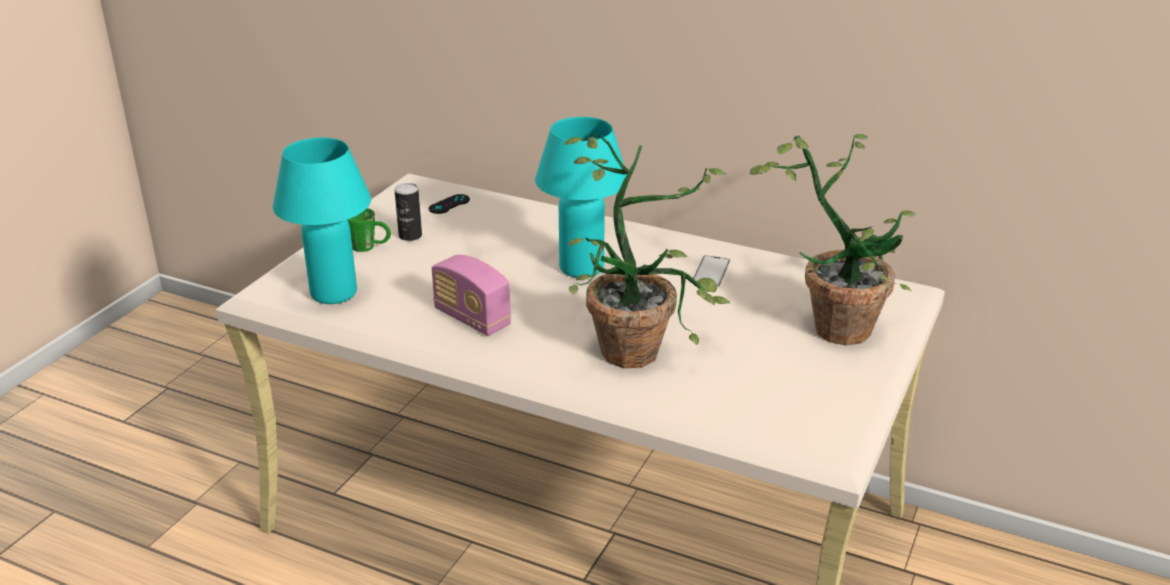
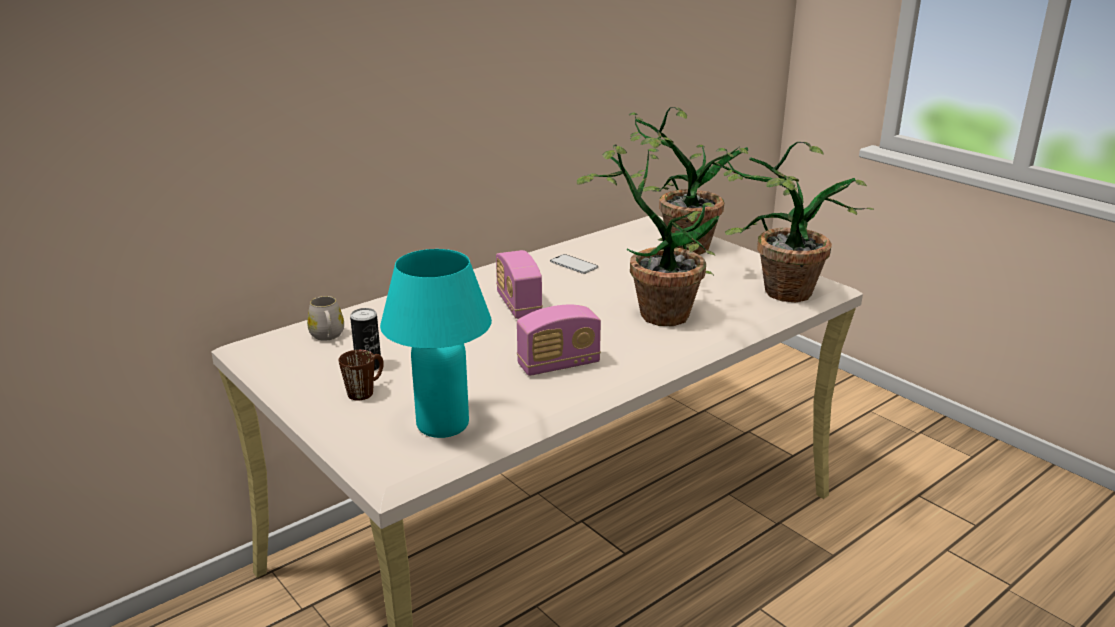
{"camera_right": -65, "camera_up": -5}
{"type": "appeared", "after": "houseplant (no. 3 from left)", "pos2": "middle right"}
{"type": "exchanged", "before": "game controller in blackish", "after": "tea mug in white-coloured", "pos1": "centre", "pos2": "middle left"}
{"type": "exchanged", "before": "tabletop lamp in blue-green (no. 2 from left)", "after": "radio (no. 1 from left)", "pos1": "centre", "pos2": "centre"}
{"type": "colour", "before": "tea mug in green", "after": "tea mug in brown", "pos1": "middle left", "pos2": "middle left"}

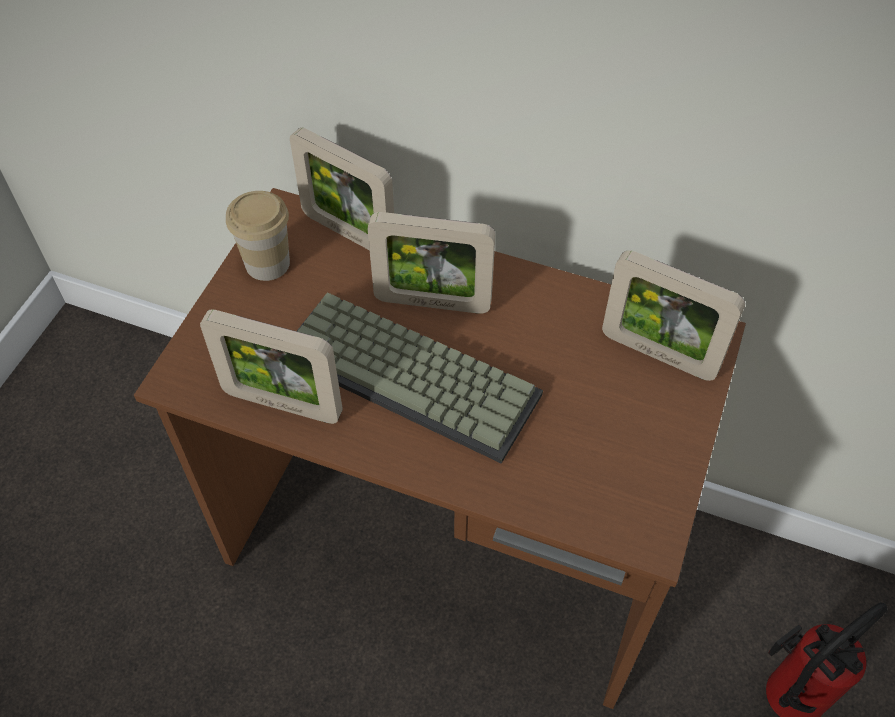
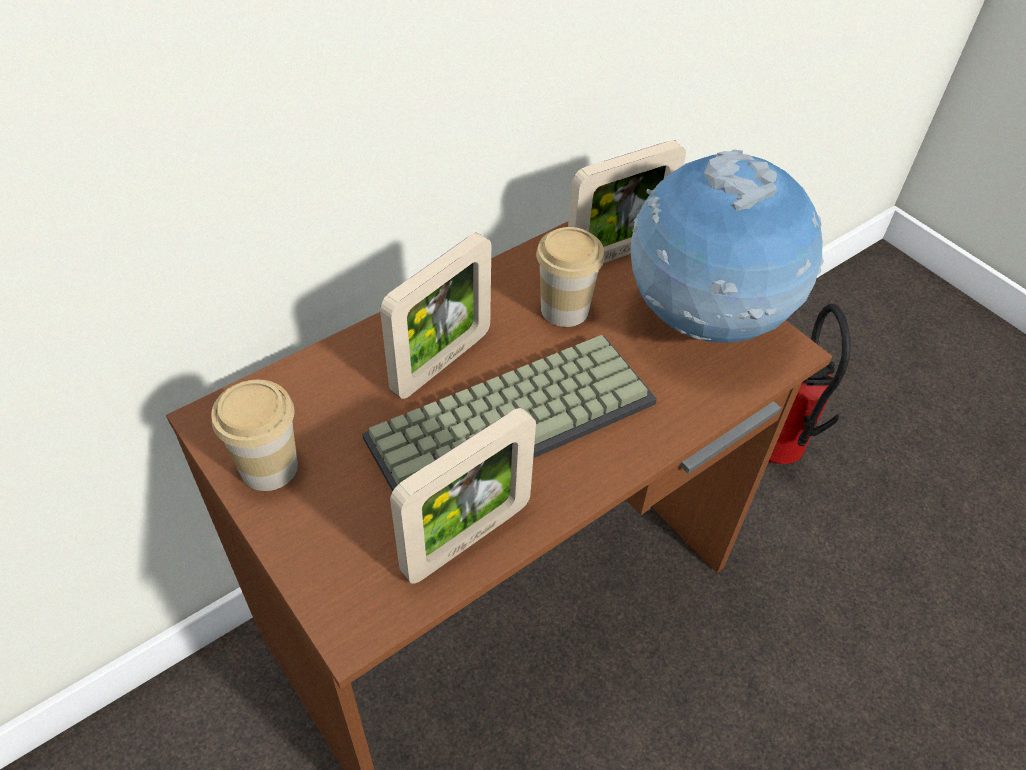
{"camera_right": -60, "camera_up": -5}
{"type": "missing", "before": "standing frame (no. 2 from left)", "pos1": "top centre"}
{"type": "appeared", "after": "cup (no. 2 from left)", "pos2": "centre"}
{"type": "appeared", "after": "world globe", "pos2": "top right"}

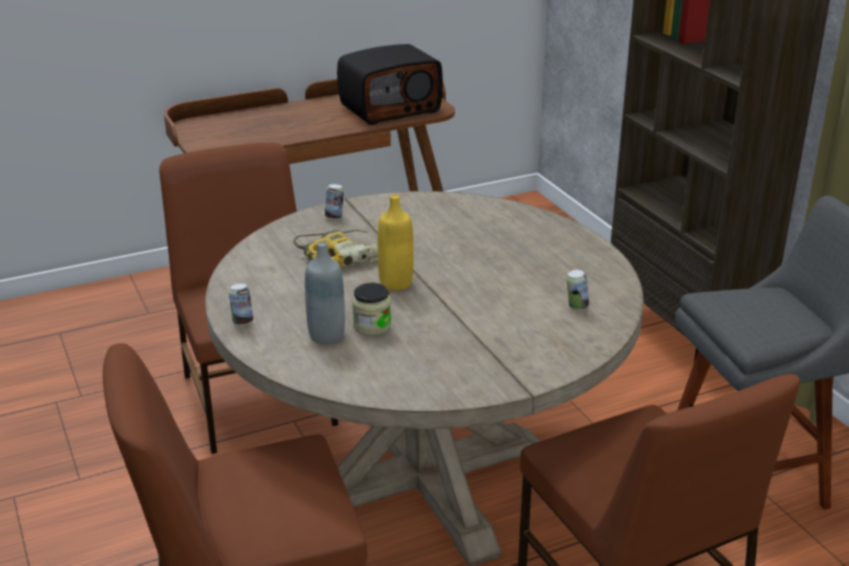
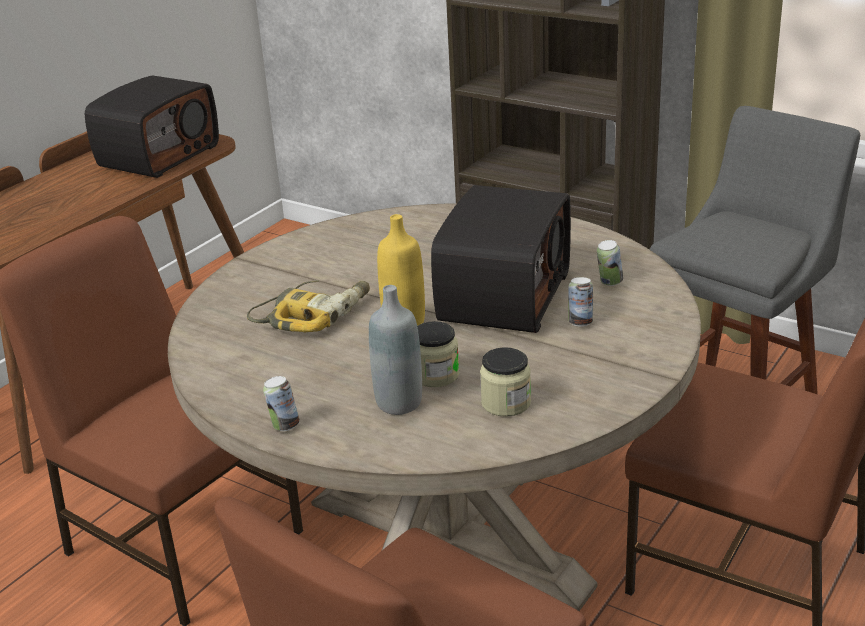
{"camera_right": -30, "camera_up": 0}
{"type": "appeared", "after": "radio (no. 2 from left)", "pos2": "centre"}
{"type": "appeared", "after": "storage jar (no. 2 from left)", "pos2": "centre"}
{"type": "relocated", "before": "can (no. 2 from left)", "pos1": "centre", "pos2": "middle right"}

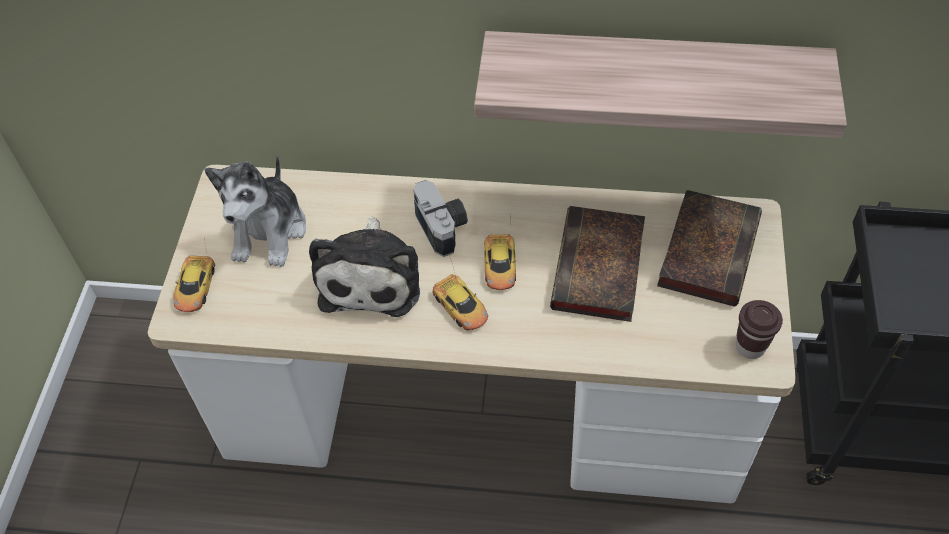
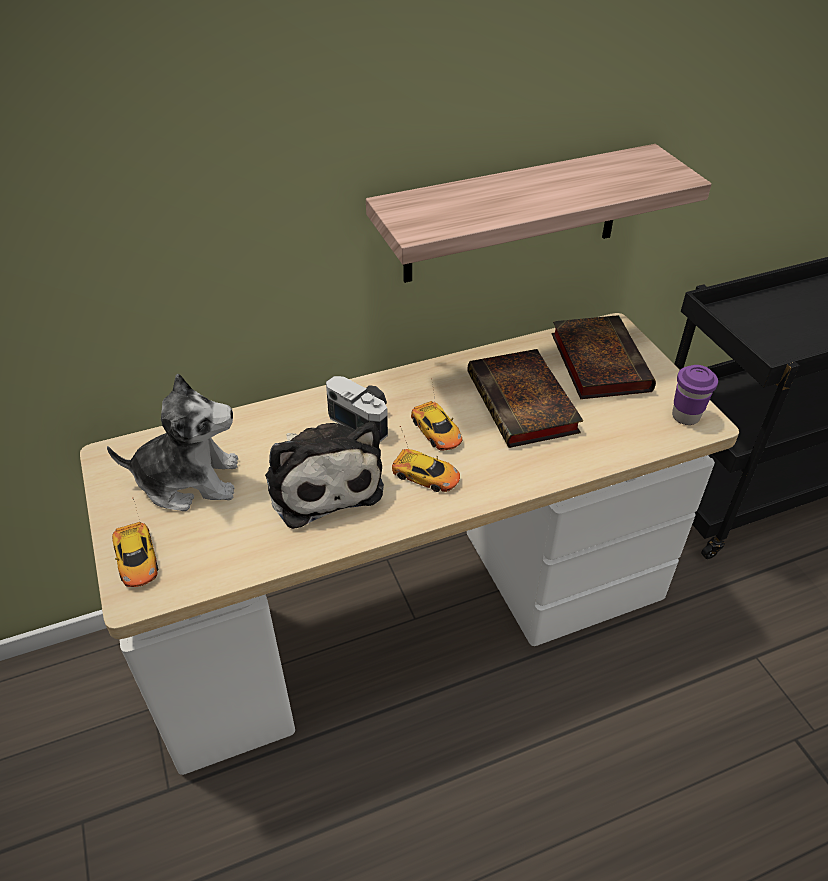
{"camera_right": -30, "camera_up": -10}
{"type": "colour", "before": "cup in brown", "after": "cup in purple-coloured", "pos1": "middle right", "pos2": "middle right"}
{"type": "spun", "before": "plush toy (no. 1 from left)", "pos1": "middle left", "pos2": "middle left", "turn": -75}

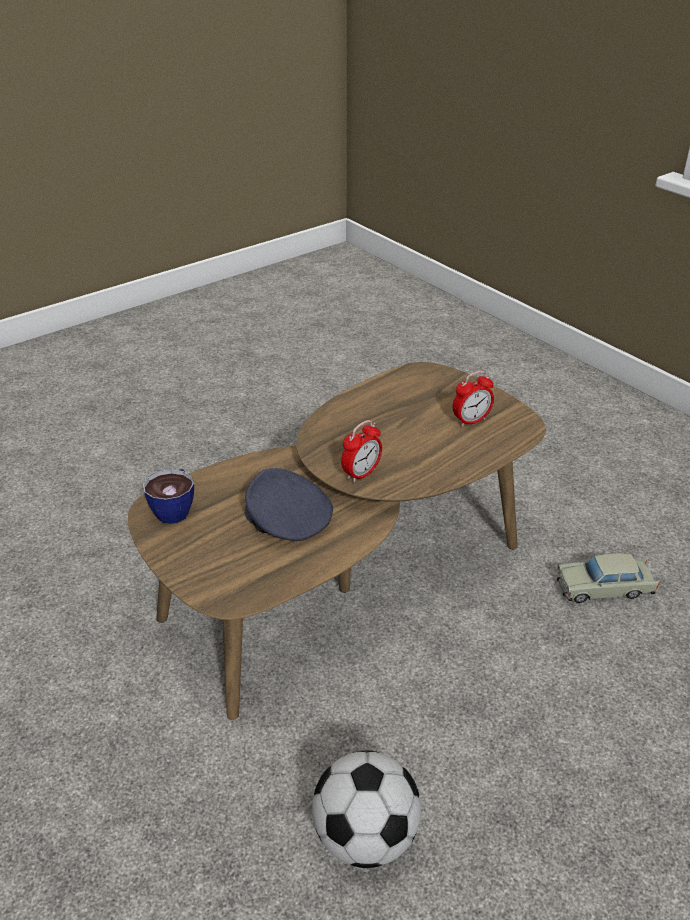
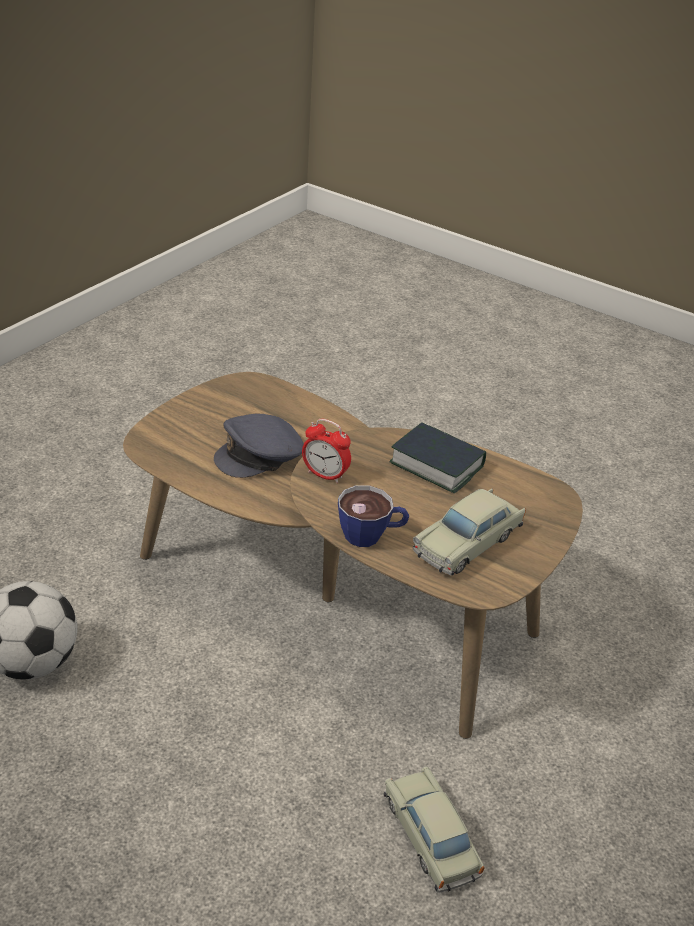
{"camera_right": 70, "camera_up": 0}
{"type": "appeared", "after": "book", "pos2": "centre"}
{"type": "relocated", "before": "cup", "pos1": "middle left", "pos2": "centre"}
{"type": "exchanged", "before": "alarm clock (no. 2 from left)", "after": "toy car in beige (no. 2 from left)", "pos1": "middle right", "pos2": "middle right"}
{"type": "spun", "before": "peaked cap in gray", "pos1": "centre", "pos2": "centre", "turn": -150}

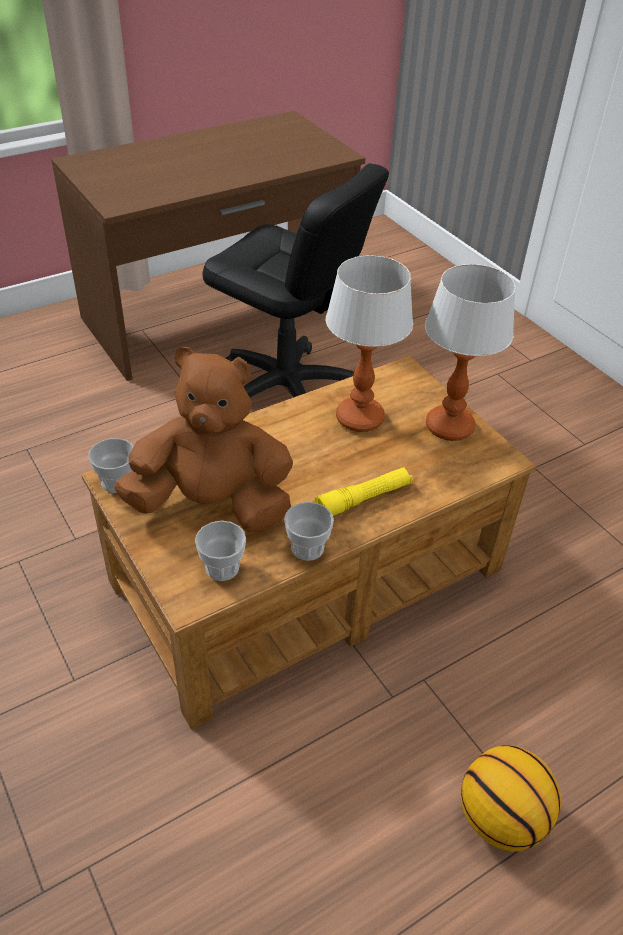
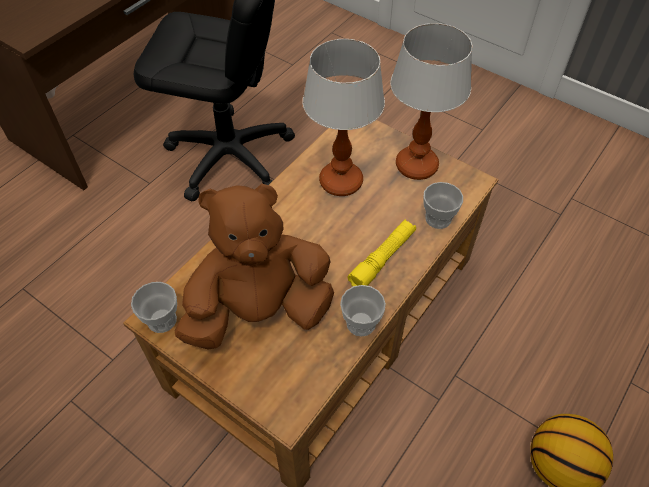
{"camera_right": -20, "camera_up": 10}
{"type": "relocated", "before": "cup (no. 2 from left in the first image)", "after": "cup (no. 3 from left)", "pos1": "centre", "pos2": "middle right"}

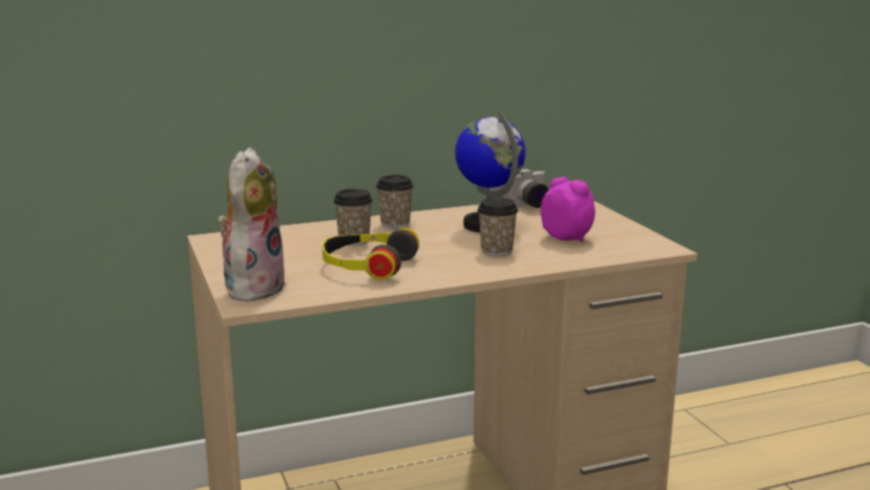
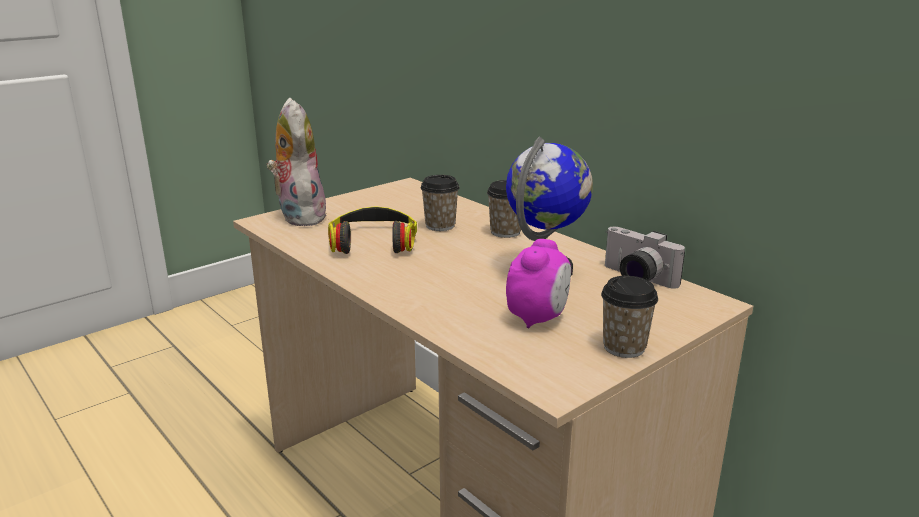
{"camera_right": 70, "camera_up": 5}
{"type": "relocated", "before": "cup (no. 3 from left)", "pos1": "centre", "pos2": "middle right"}
{"type": "spun", "before": "plush toy", "pos1": "middle left", "pos2": "top left", "turn": -105}

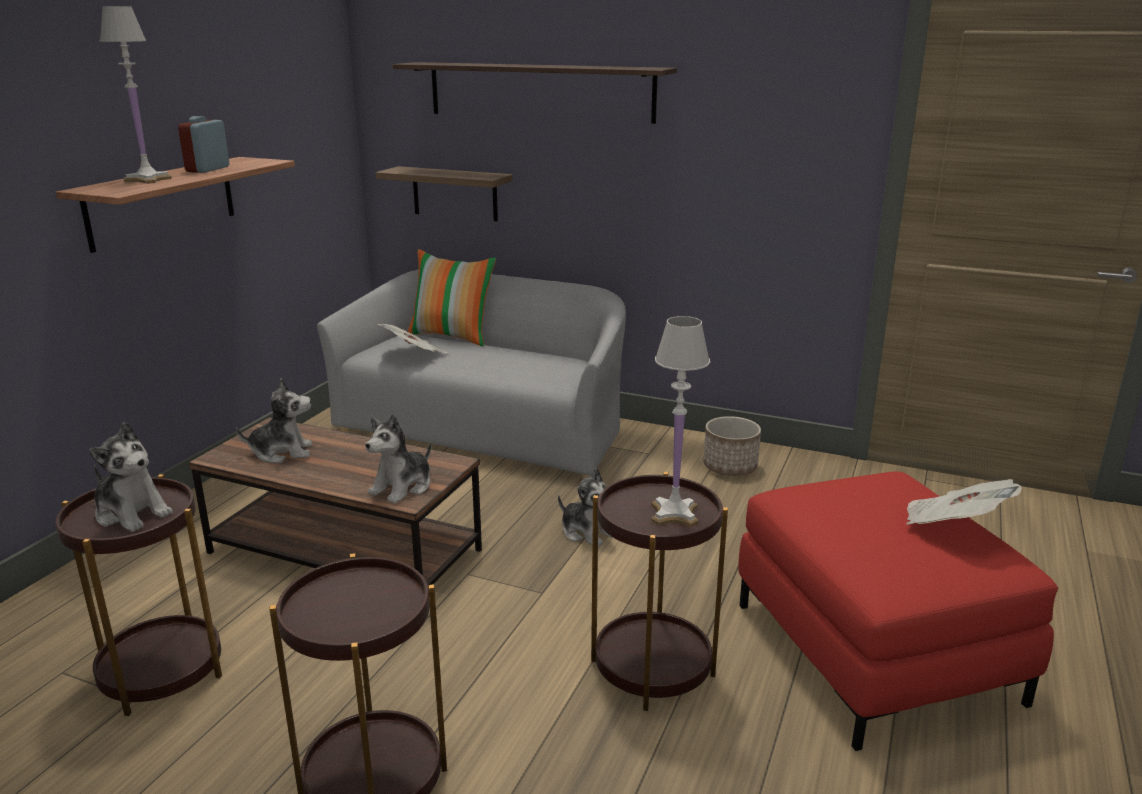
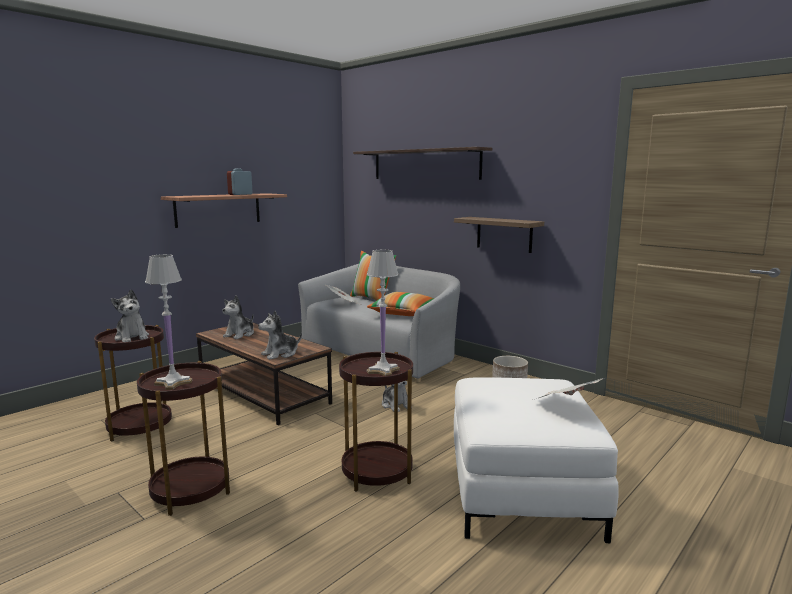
{"camera_right": 20, "camera_up": -10}
{"type": "appeared", "after": "throw pillow (no. 2 from left)", "pos2": "centre"}
{"type": "relocated", "before": "tabletop lamp in white-coloured (no. 1 from left)", "pos1": "top left", "pos2": "middle left"}
{"type": "relocated", "before": "bracket shelf (no. 2 from left in the first image)", "after": "bracket shelf (no. 3 from left)", "pos1": "top centre", "pos2": "centre"}
{"type": "colour", "before": "ottoman in red", "after": "ottoman in white-coloured", "pos1": "bottom right", "pos2": "bottom right"}
{"type": "spun", "before": "plush toy (no. 2 from left)", "pos1": "middle left", "pos2": "middle left", "turn": 105}

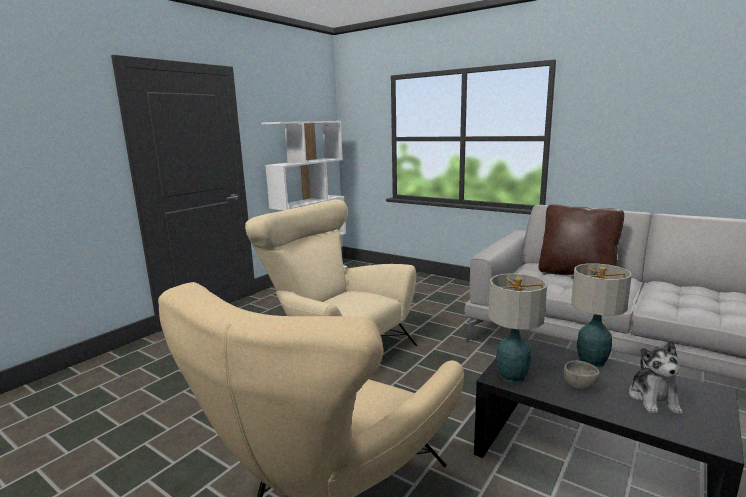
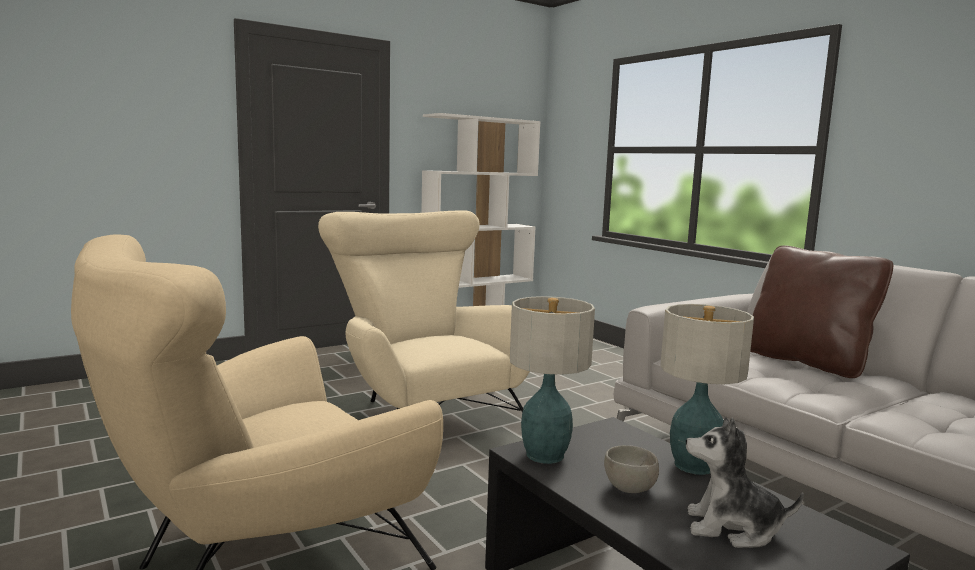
{"camera_right": 20, "camera_up": -5}
{"type": "spun", "before": "plush toy", "pos1": "bottom right", "pos2": "bottom right", "turn": 75}

